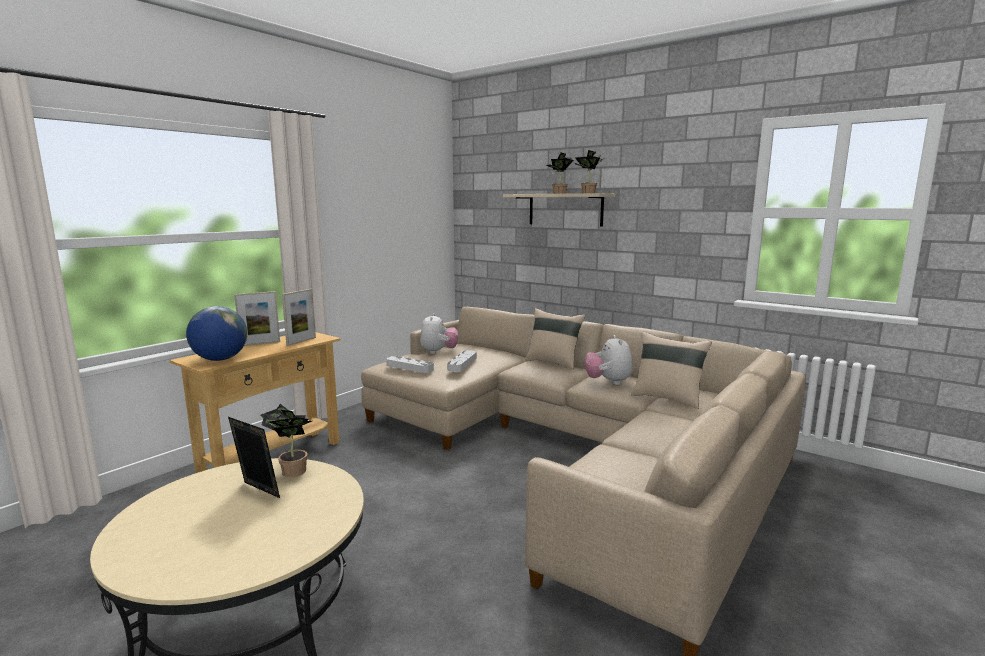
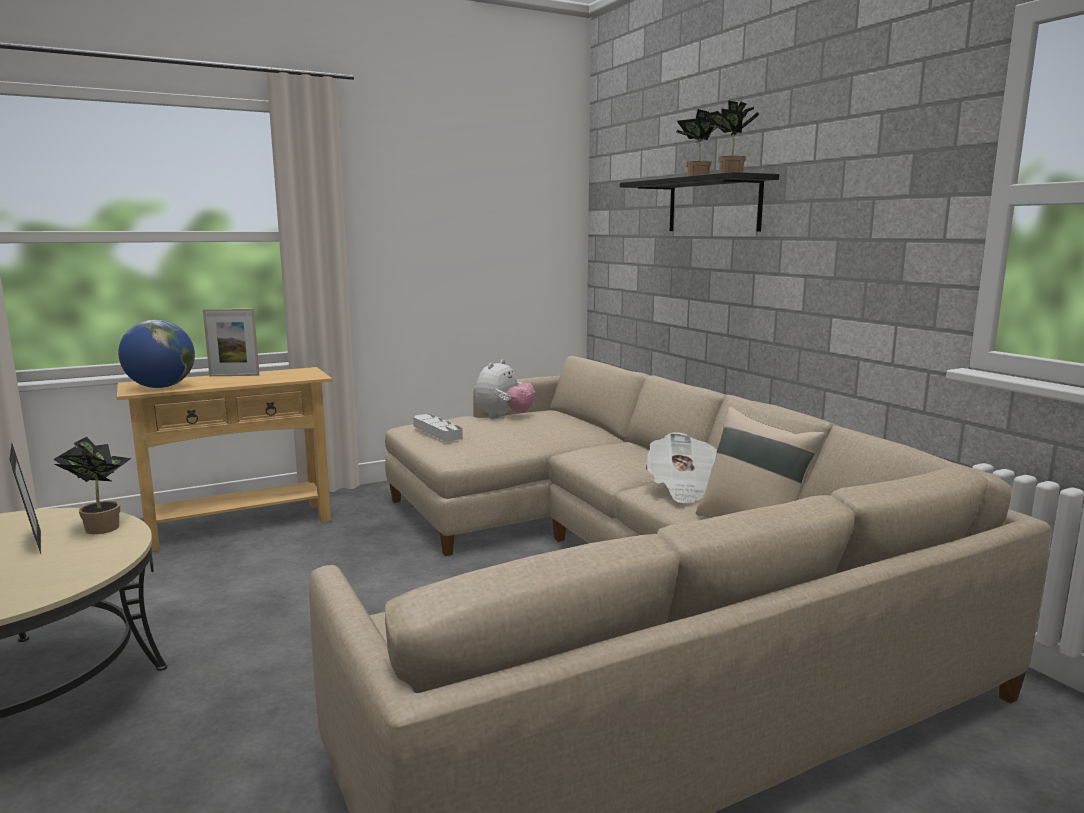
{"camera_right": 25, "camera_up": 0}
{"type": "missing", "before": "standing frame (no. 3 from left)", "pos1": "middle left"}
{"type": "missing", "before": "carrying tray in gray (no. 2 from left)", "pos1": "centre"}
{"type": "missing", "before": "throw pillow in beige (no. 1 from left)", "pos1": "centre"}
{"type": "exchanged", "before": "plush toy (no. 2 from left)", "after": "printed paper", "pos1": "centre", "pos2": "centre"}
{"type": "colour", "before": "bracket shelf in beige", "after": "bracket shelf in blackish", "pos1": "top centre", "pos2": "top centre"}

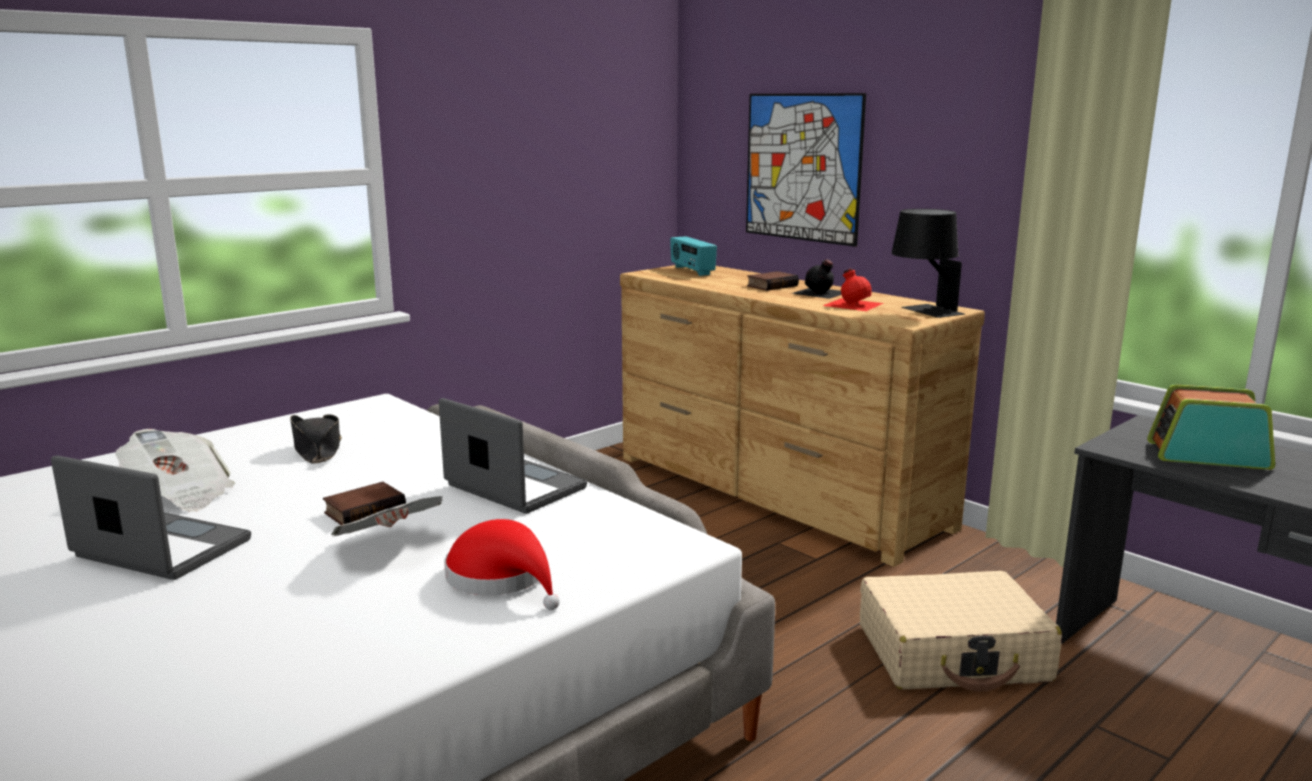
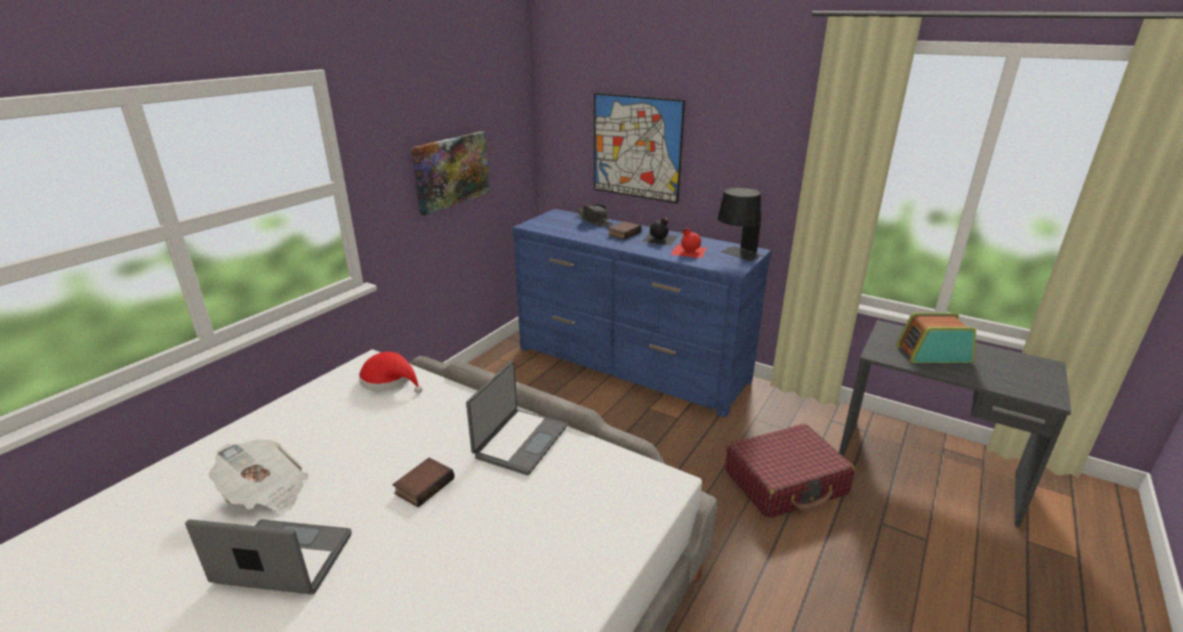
{"camera_right": -15, "camera_up": 10}
{"type": "missing", "before": "printed paper (no. 2 from left)", "pos1": "middle left"}
{"type": "missing", "before": "radio (no. 1 from left)", "pos1": "top centre"}
{"type": "appeared", "after": "picture (no. 1 from left)", "pos2": "top centre"}
{"type": "relocated", "before": "wearable hat in blackish", "pos1": "middle left", "pos2": "centre"}
{"type": "relocated", "before": "wearable hat in red", "pos1": "bottom centre", "pos2": "middle left"}
{"type": "colour", "before": "drawer chest in brown", "after": "drawer chest in blue-coloured", "pos1": "centre", "pos2": "centre"}
{"type": "colour", "before": "travel case in beige", "after": "travel case in red", "pos1": "bottom right", "pos2": "bottom right"}
{"type": "spun", "before": "notebook computer (no. 2 from left)", "pos1": "centre", "pos2": "centre", "turn": 90}

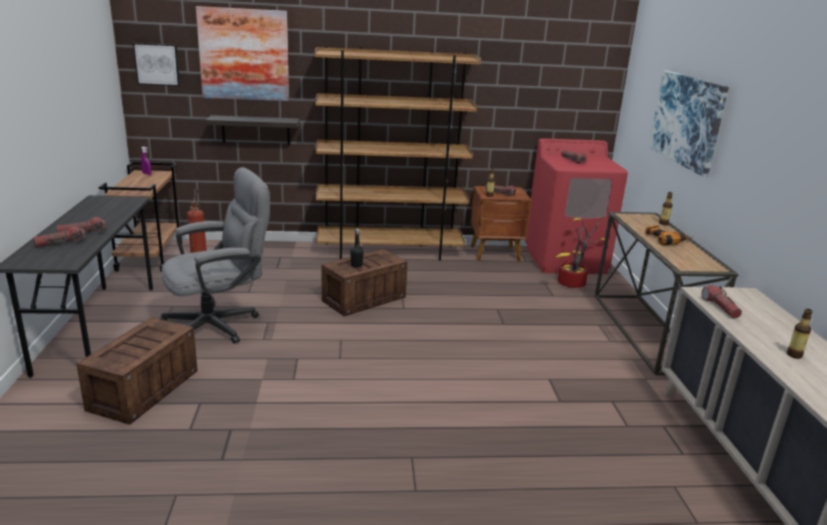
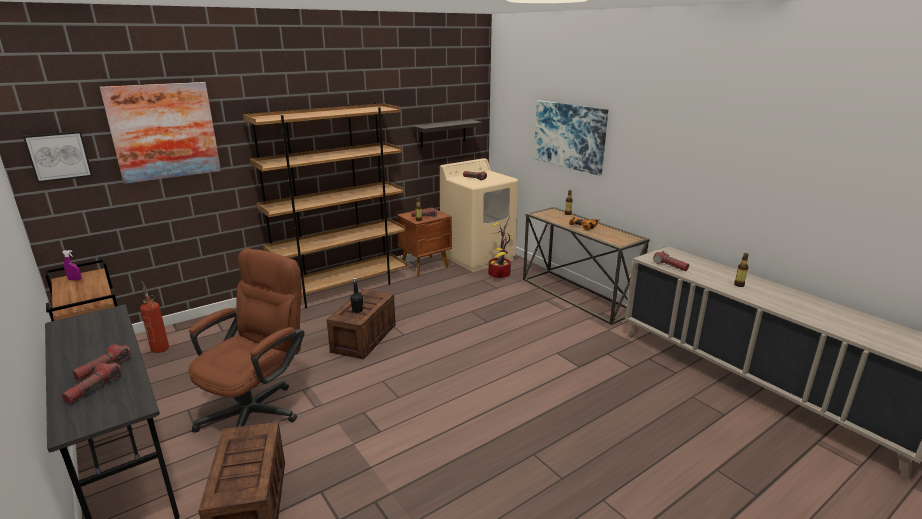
{"camera_right": -30, "camera_up": 0}
{"type": "relocated", "before": "bracket shelf", "pos1": "top left", "pos2": "top centre"}
{"type": "colour", "before": "desk chair in gray", "after": "desk chair in brown", "pos1": "middle left", "pos2": "middle left"}
{"type": "colour", "before": "laundry appliance in red", "after": "laundry appliance in beige", "pos1": "middle right", "pos2": "centre"}

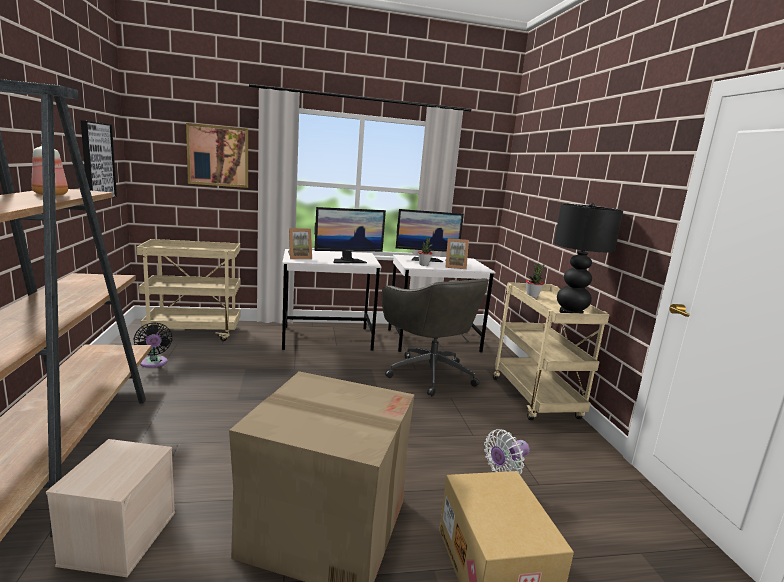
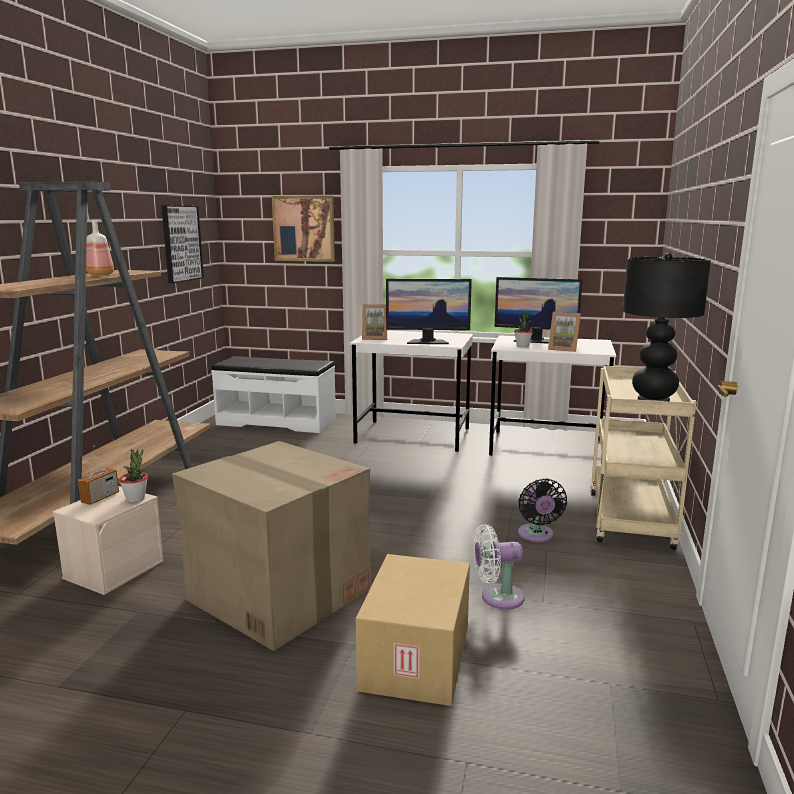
{"camera_right": 25, "camera_up": 0}
{"type": "missing", "before": "desk chair in gray", "pos1": "centre"}
{"type": "appeared", "after": "radio", "pos2": "middle left"}
{"type": "relocated", "before": "cooling fan in blackish", "pos1": "middle left", "pos2": "middle right"}
{"type": "relocated", "before": "houseplant (no. 2 from left in the first image)", "after": "houseplant (no. 1 from left)", "pos1": "middle right", "pos2": "middle left"}
{"type": "exchanged", "before": "trolley in beige (no. 1 from left)", "after": "long seat in white-coloured", "pos1": "middle left", "pos2": "centre"}

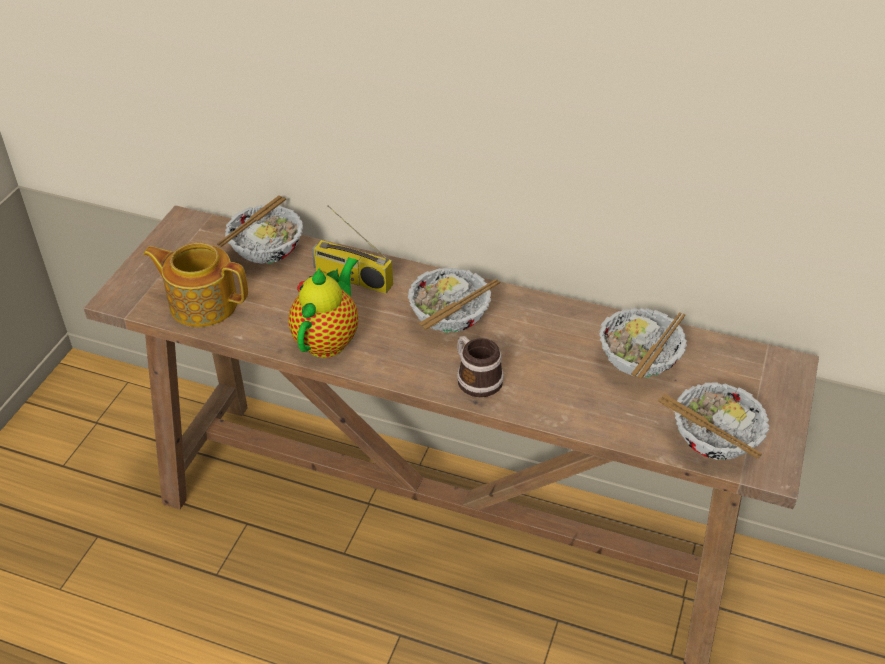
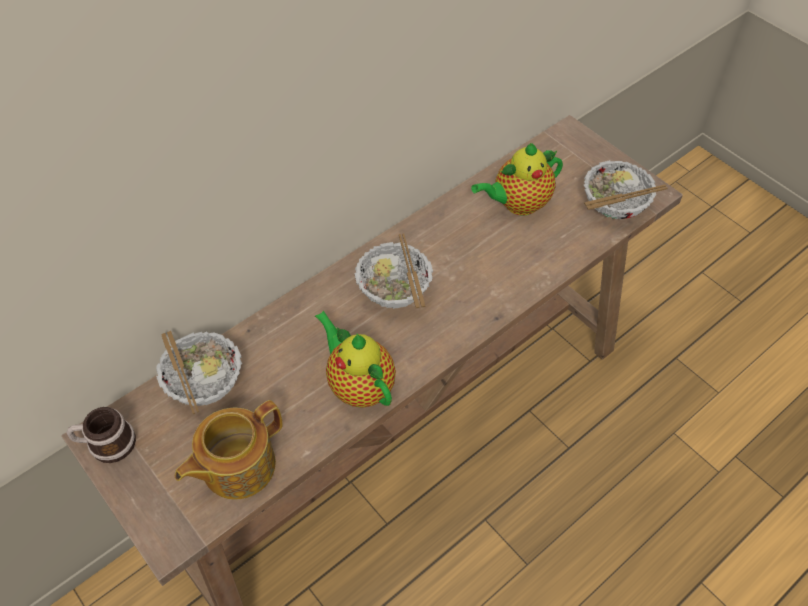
{"camera_right": -60, "camera_up": 10}
{"type": "missing", "before": "radio", "pos1": "centre"}
{"type": "relocated", "before": "tea mug", "pos1": "centre", "pos2": "bottom left"}
{"type": "exchanged", "before": "bowl (no. 3 from left)", "after": "teapot (no. 3 from left)", "pos1": "middle right", "pos2": "top centre"}

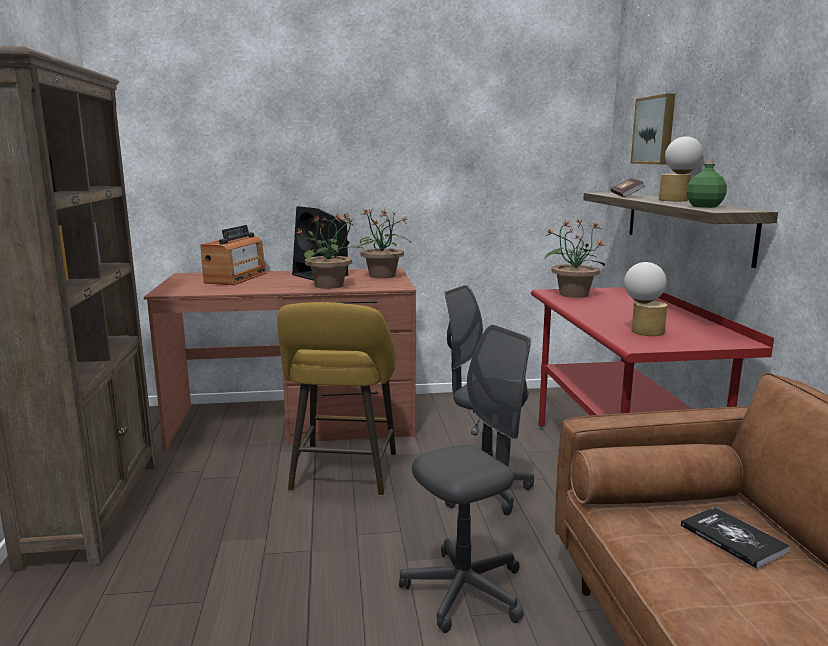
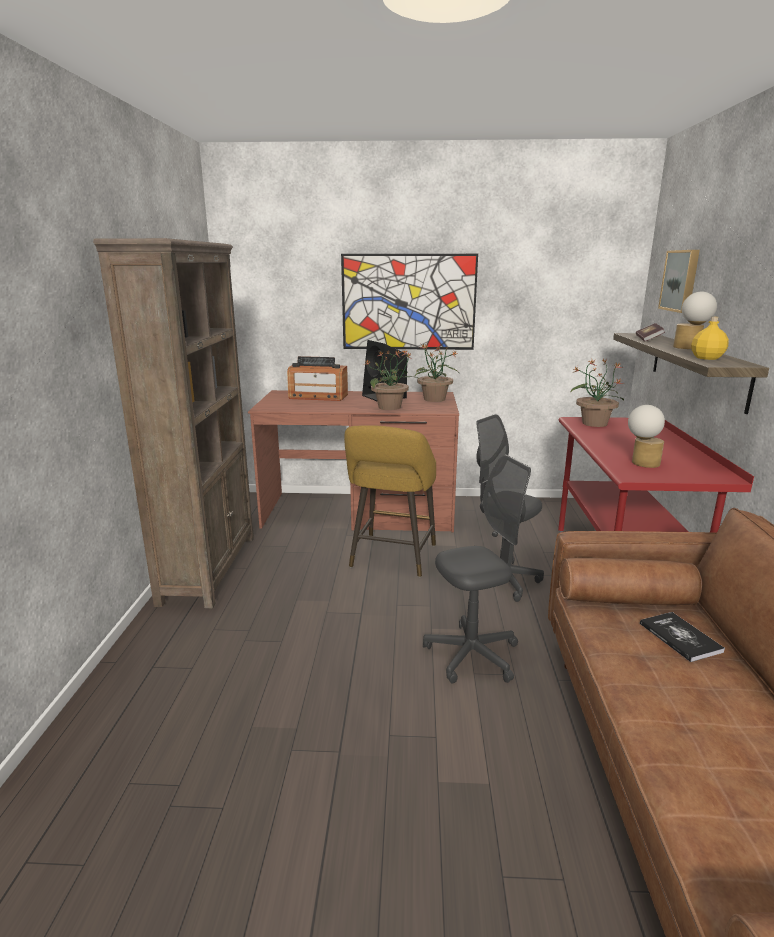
{"camera_right": 10, "camera_up": 5}
{"type": "appeared", "after": "picture (no. 1 from left)", "pos2": "top centre"}
{"type": "colour", "before": "bottle in green", "after": "bottle in yellow-coloured", "pos1": "top right", "pos2": "middle right"}
{"type": "spun", "before": "radio", "pos1": "middle left", "pos2": "centre", "turn": 75}

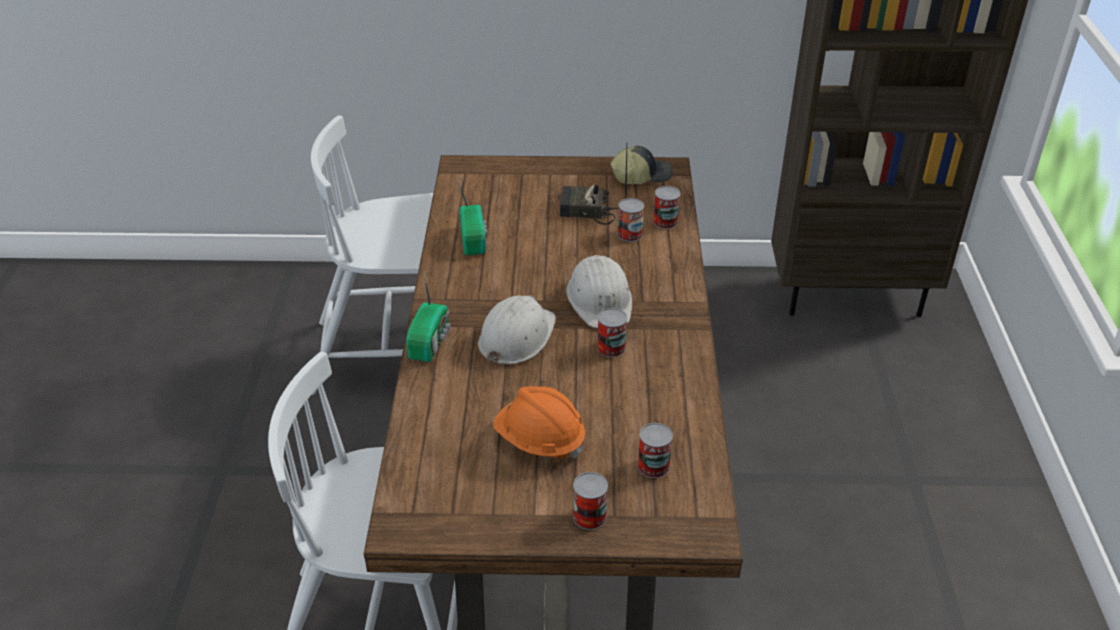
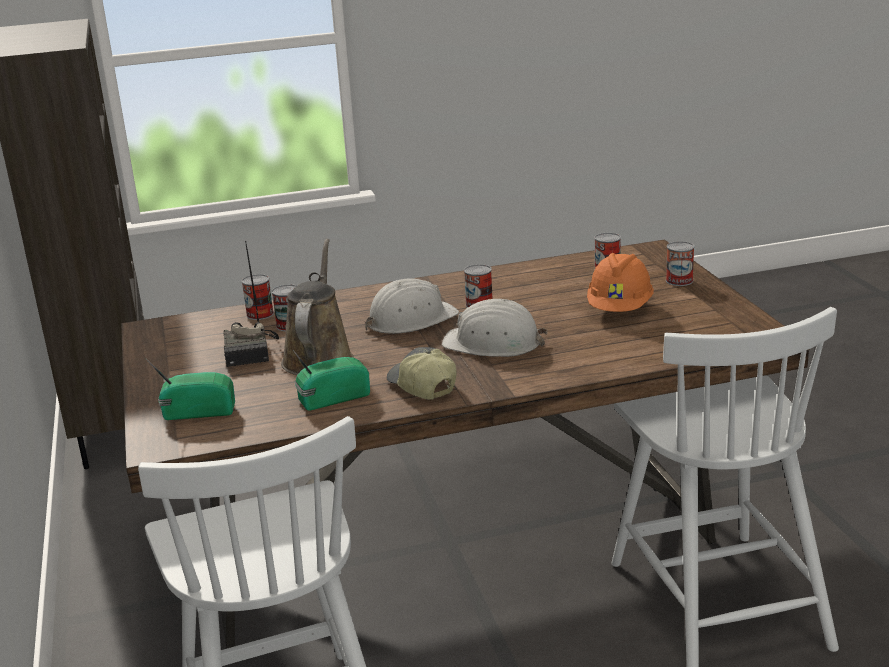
{"camera_right": -105, "camera_up": -15}
{"type": "appeared", "after": "watering can in brown", "pos2": "centre"}
{"type": "relocated", "before": "radio (no. 1 from left)", "pos1": "centre", "pos2": "middle left"}
{"type": "relocated", "before": "peaked cap", "pos1": "top centre", "pos2": "centre"}

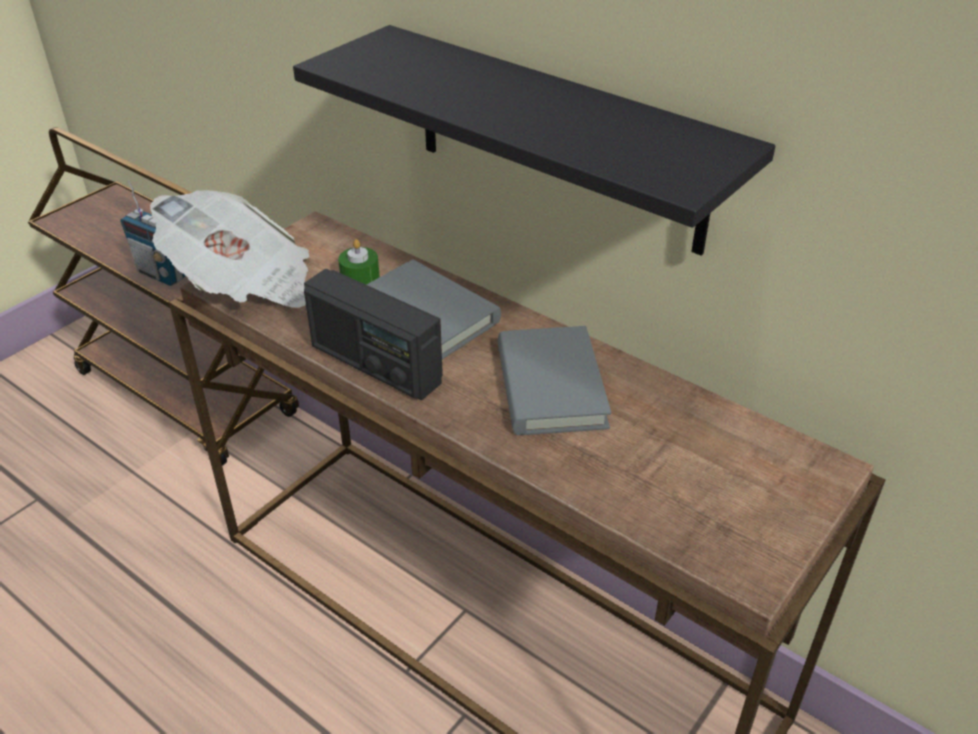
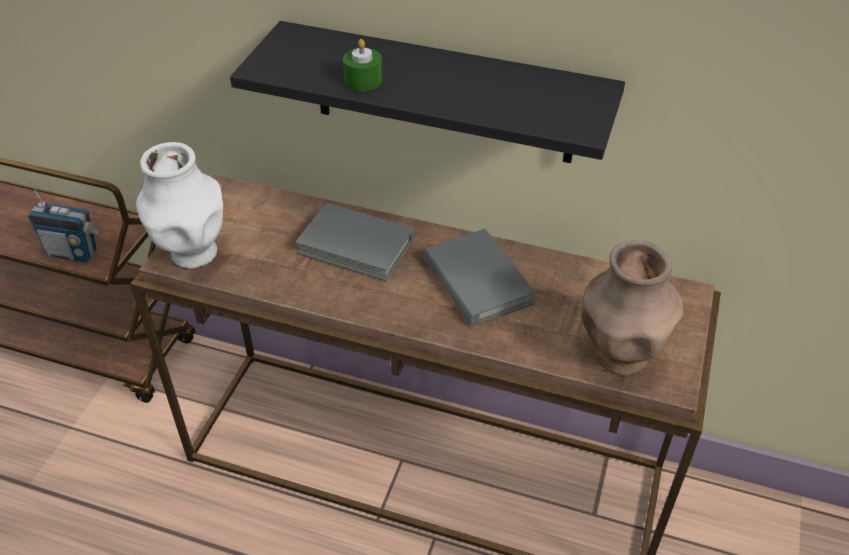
{"camera_right": -20, "camera_up": 5}
{"type": "missing", "before": "radio (no. 2 from left)", "pos1": "centre"}
{"type": "appeared", "after": "decorative vase in brown", "pos2": "middle right"}
{"type": "relocated", "before": "wax light in green", "pos1": "centre", "pos2": "top centre"}
{"type": "exchanged", "before": "printed paper", "after": "decorative vase in white-coloured", "pos1": "middle left", "pos2": "middle left"}

